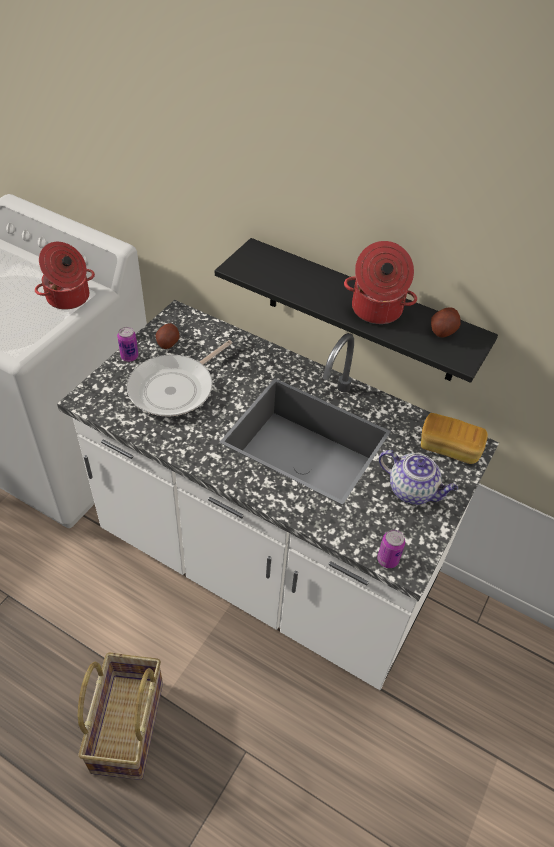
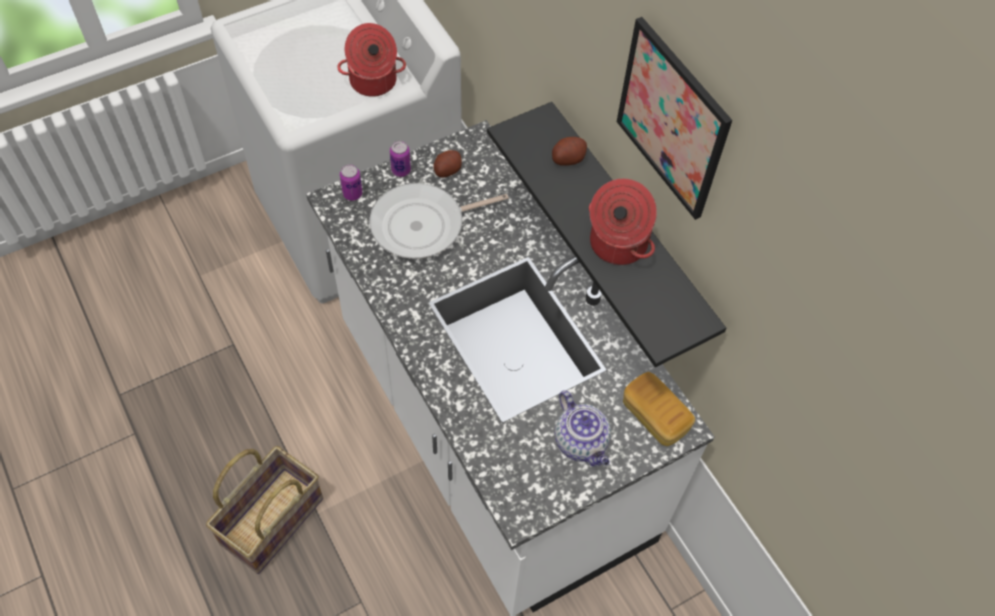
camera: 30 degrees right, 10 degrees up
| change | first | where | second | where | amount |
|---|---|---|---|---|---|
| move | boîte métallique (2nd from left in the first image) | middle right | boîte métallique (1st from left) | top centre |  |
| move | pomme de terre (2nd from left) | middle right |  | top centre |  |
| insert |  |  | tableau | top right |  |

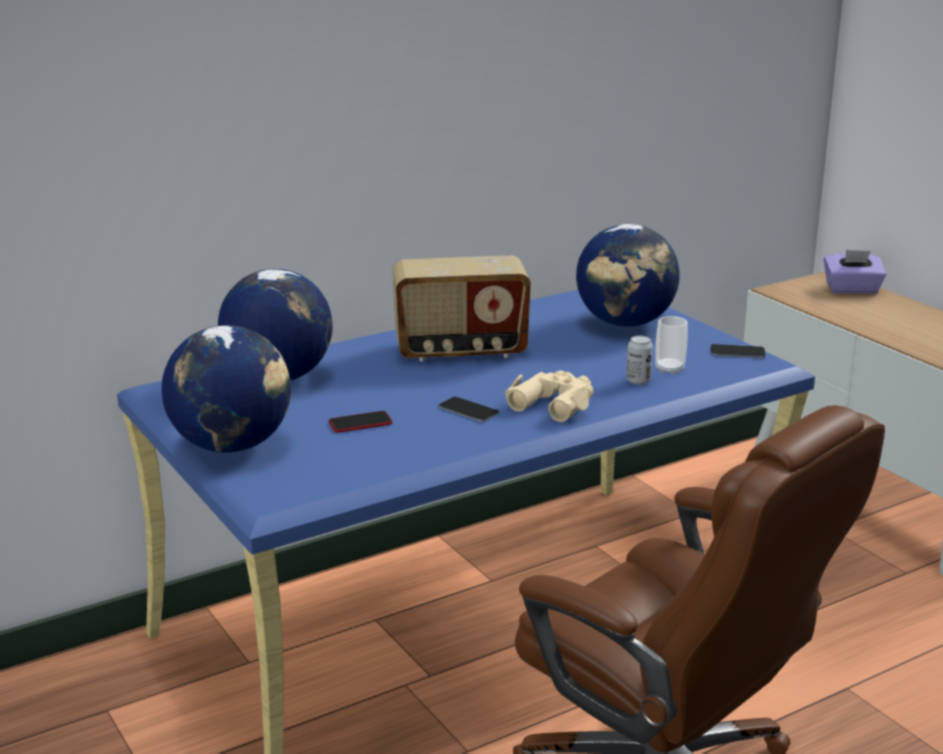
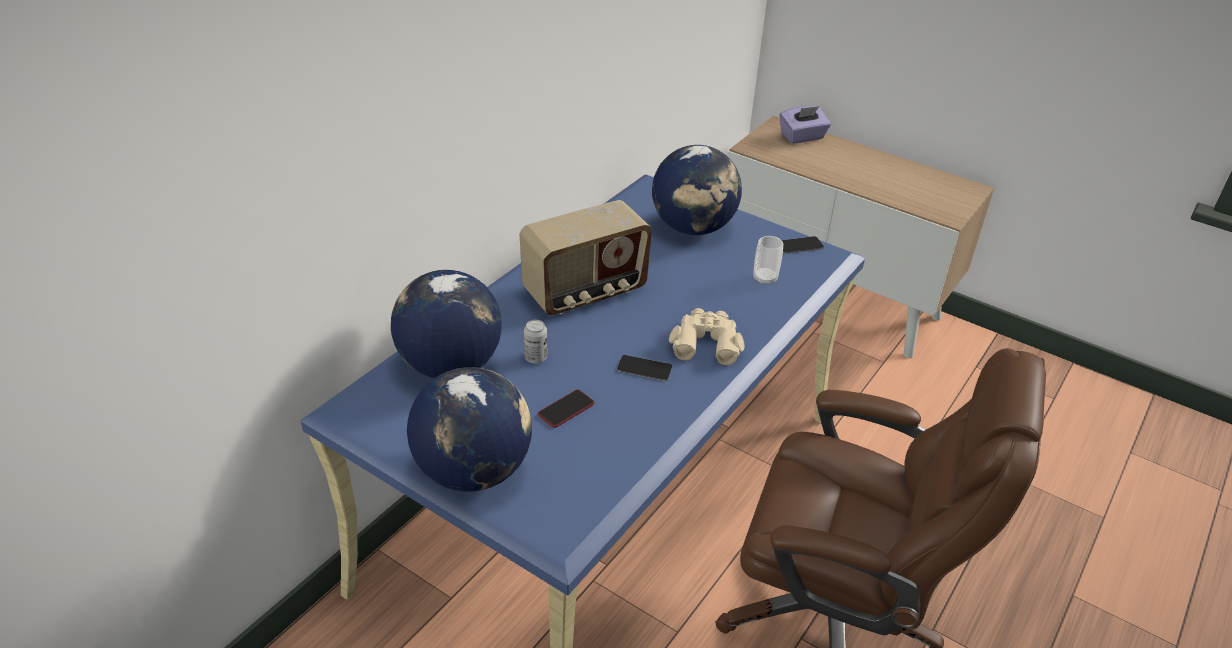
camera: 25 degrees left, 15 degrees up
| change | first | where | second | where | amount |
|---|---|---|---|---|---|
| move | boîte métallique | middle right |  | centre |  |

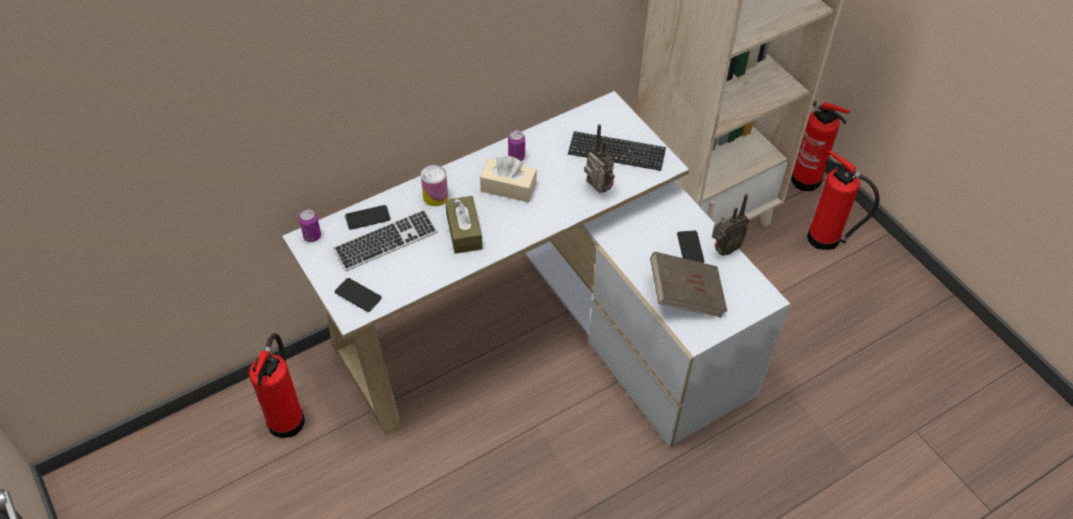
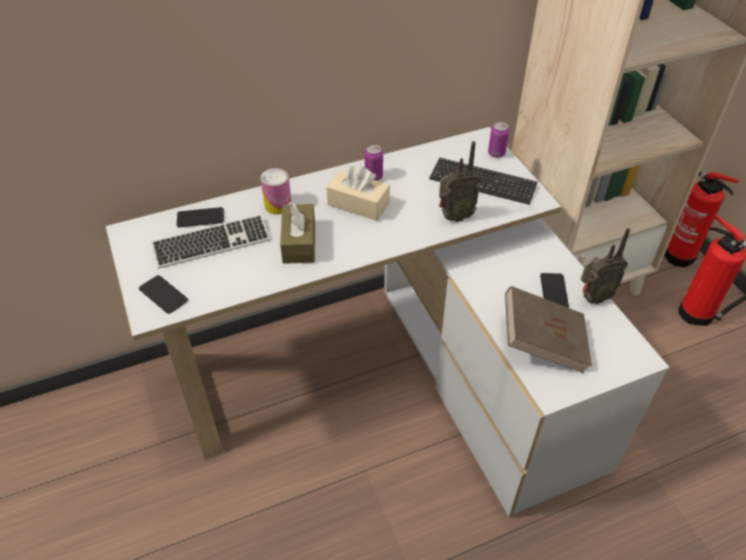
camera: 10 degrees right, 5 degrees down
| change | first | where | second | where | amount |
|---|---|---|---|---|---|
| rotate | radio (1st from left) | top centre |  | top centre | 105 degrees clockwise |
| move | boîte métallique (1st from left in the first image) | middle left | boîte métallique (3rd from left) | top right |  |
| delete | extincteur (1st from left) | bottom left |  |  |  |

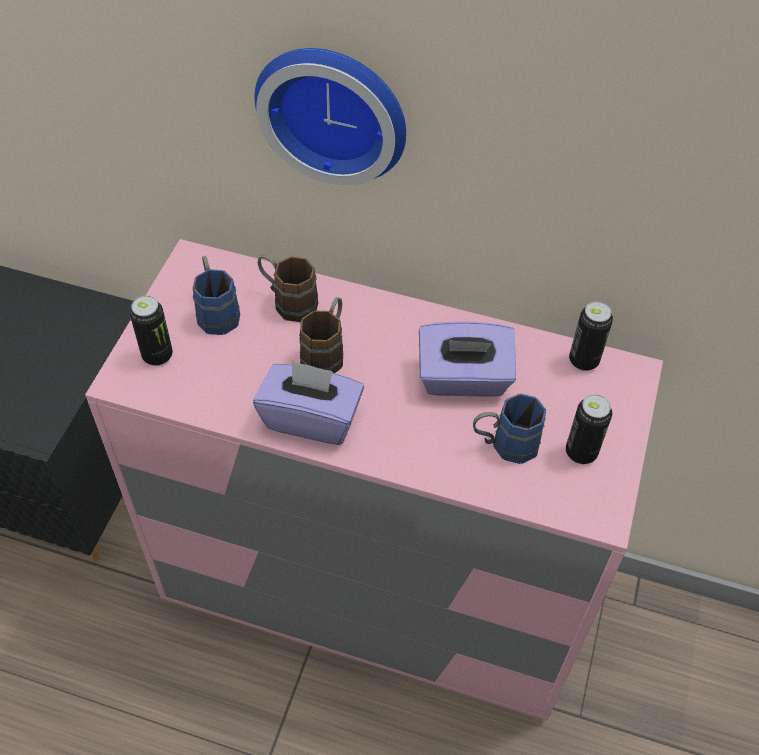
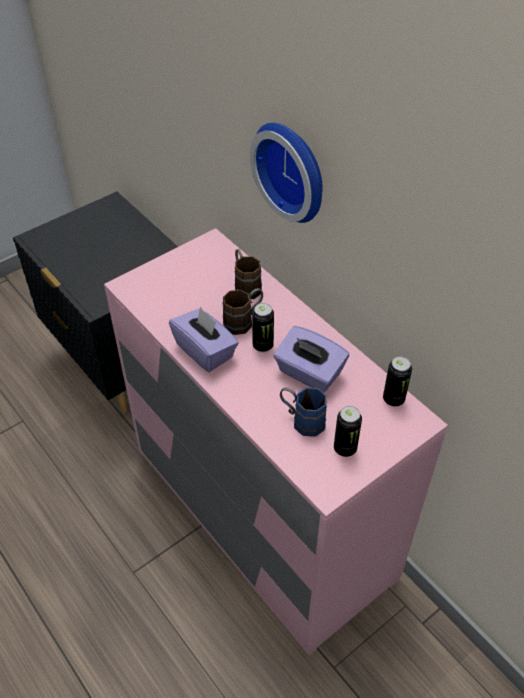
camera: 35 degrees right, 5 degrees down
| change | first | where | second | where | amount |
|---|---|---|---|---|---|
| move | boîte métallique (1st from left) | middle left |  | centre |  |
| delete | mug/bleu (1st from left) | middle left |  |  |  |

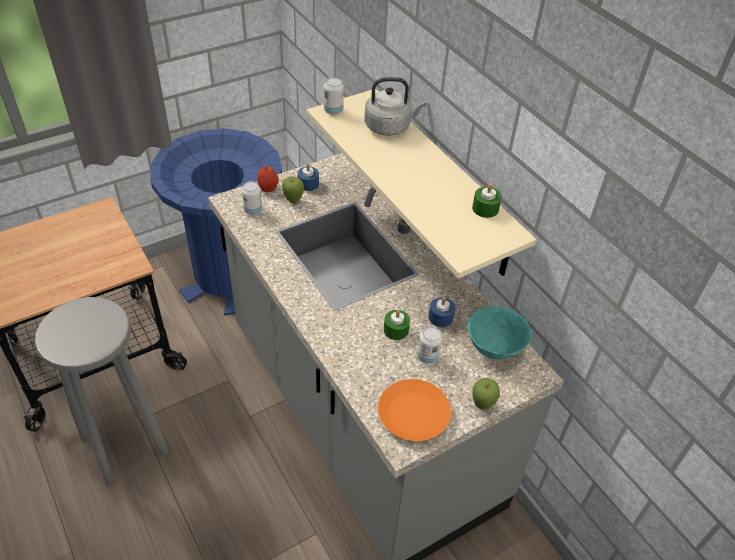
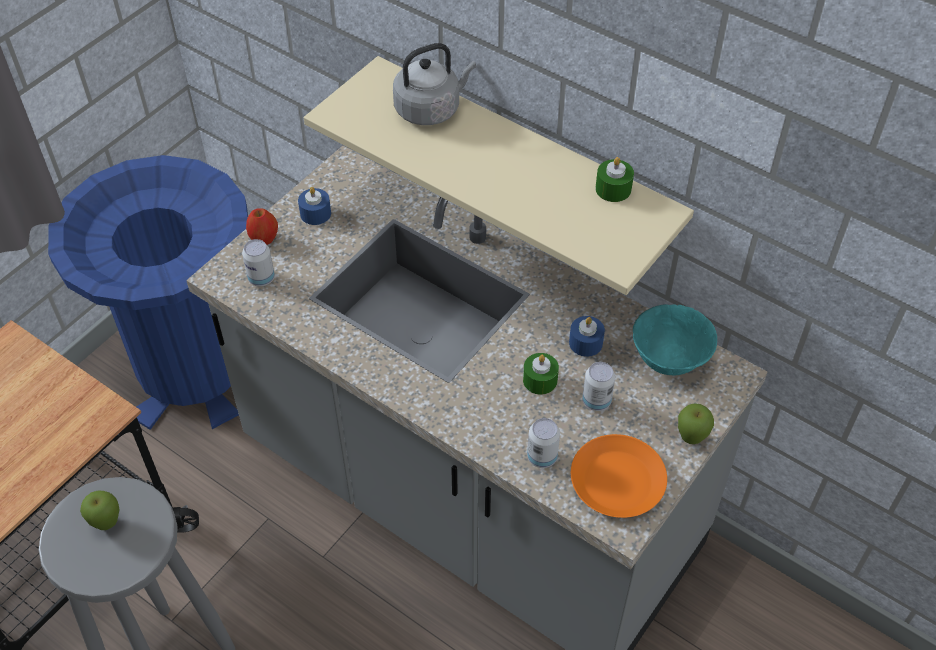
camera: 20 degrees left, 5 degrees up
| change | first | where | second | where | amount |
|---|---|---|---|---|---|
| move | pomme (2nd from left in the first image) | centre | pomme (1st from left) | bottom left |  |
| move | boîte métallique (2nd from left) | top centre |  | bottom centre |  |

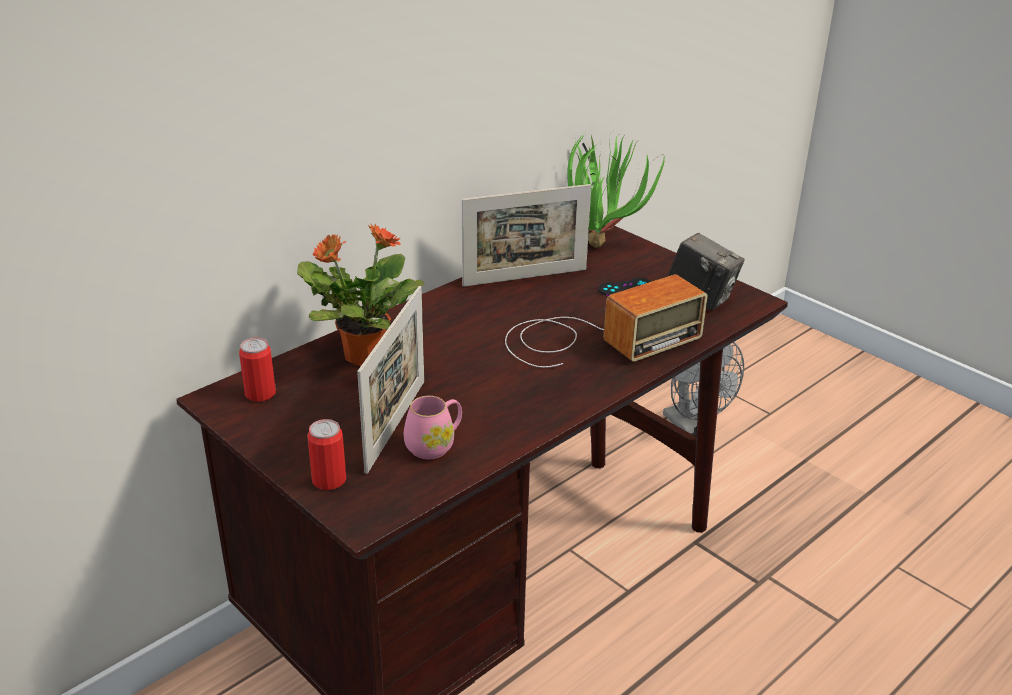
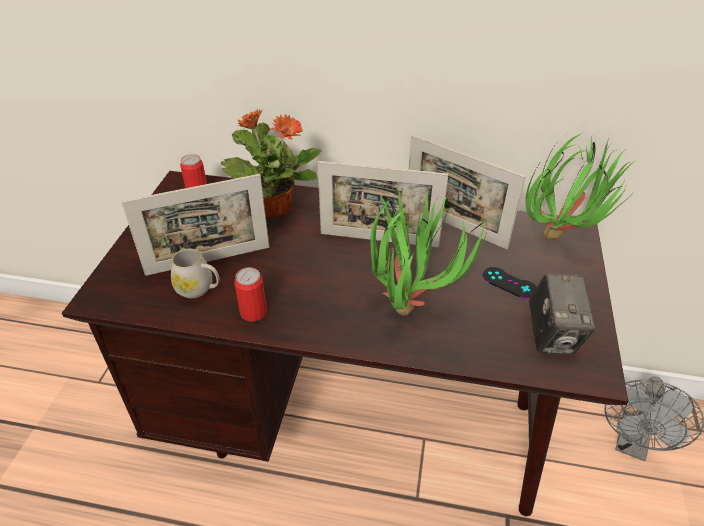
camera: 55 degrees right, 10 degrees up
| change | first | where | second | where | amount |
|---|---|---|---|---|---|
| recolor | mug/rose | centre | mug/blanc | middle left |  |
| move | boîte métallique (2nd from left) | middle left |  | centre |  |
| insert |  |  | cadre photo (2nd from left) | centre |  |
| replace | radio | centre | plante en pot (2nd from left) | centre |  |

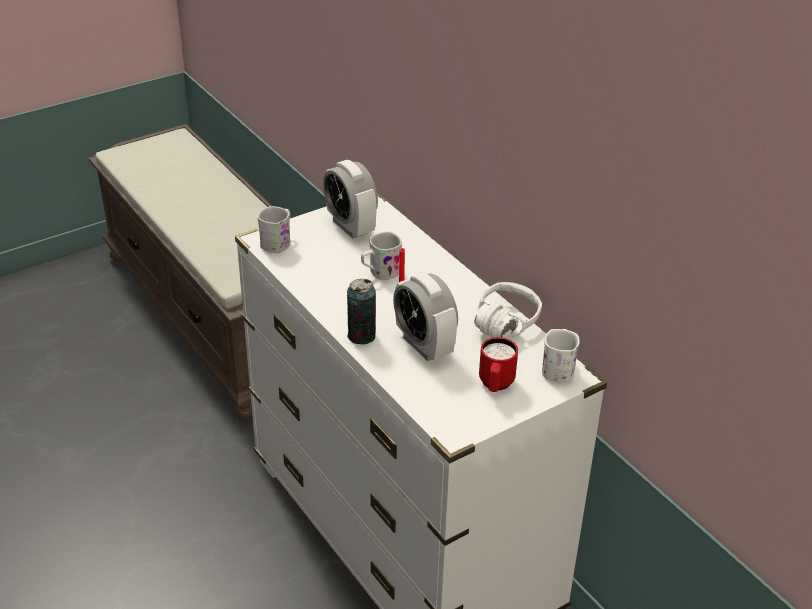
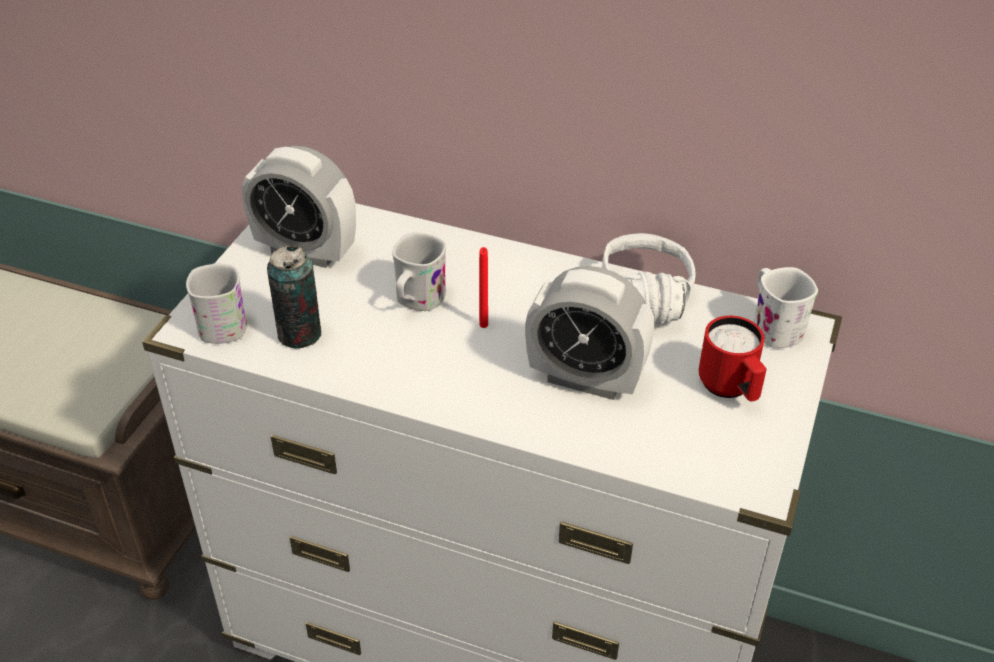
camera: 35 degrees left, 5 degrees up
| change | first | where | second | where | amount |
|---|---|---|---|---|---|
| move | boîte métallique | centre |  | middle left |  |

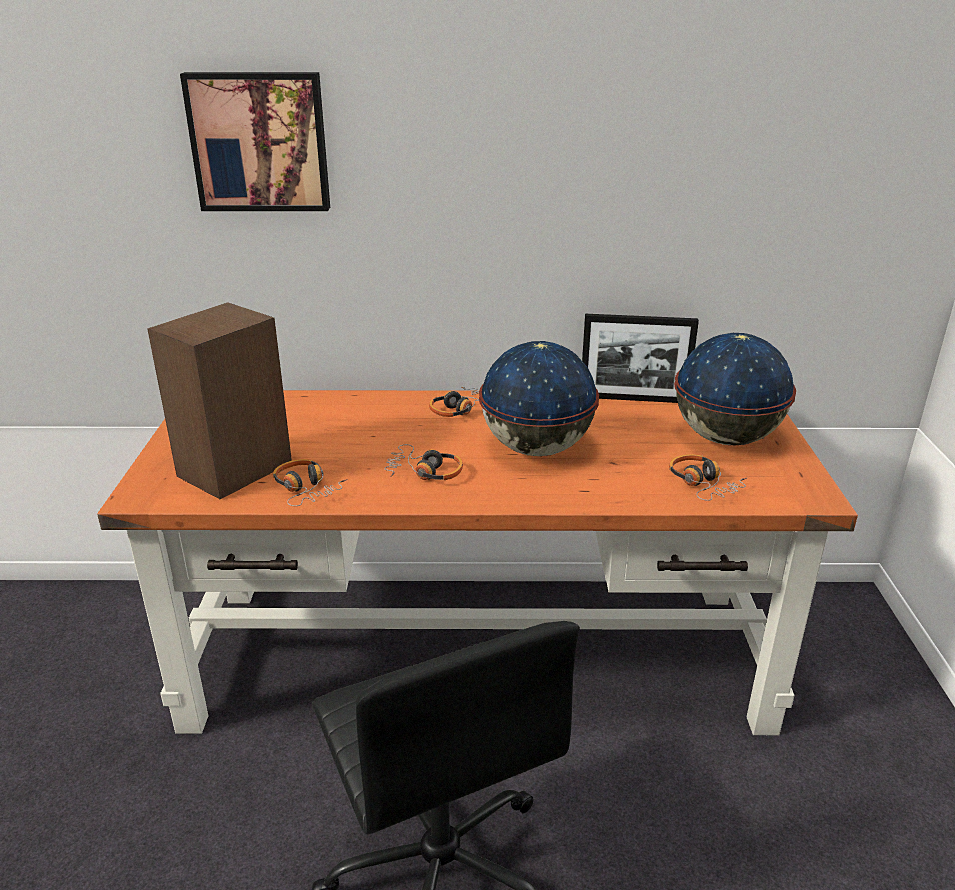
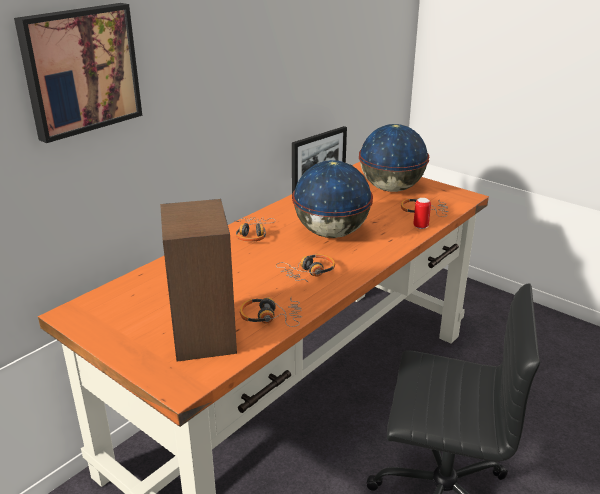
camera: 50 degrees left, 0 degrees up
| change | first | where | second | where | amount |
|---|---|---|---|---|---|
| insert |  |  | boîte métallique | middle right |  |

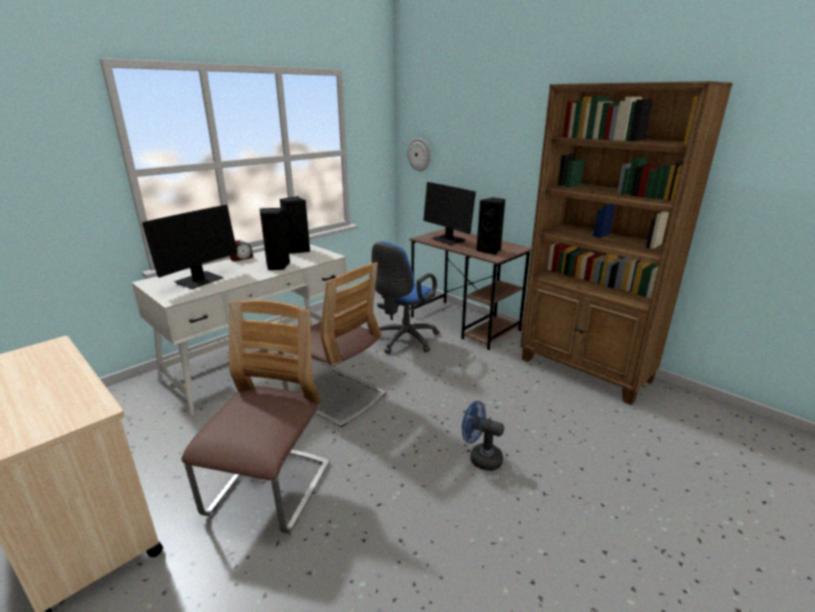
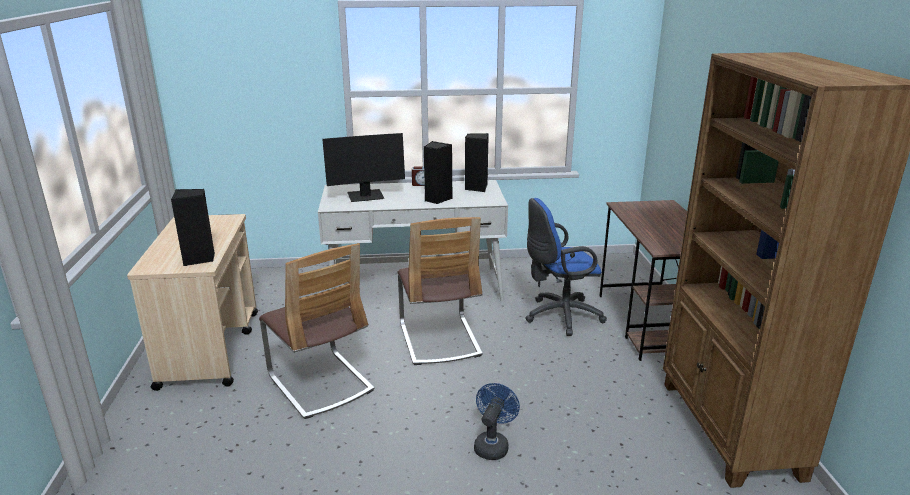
camera: 40 degrees right, 0 degrees up
| change | first | where | second | where | amount |
|---|---|---|---|---|---|
| move | enceinte/noir (3rd from left in the first image) | centre | enceinte/noir (1st from left) | middle left |  |
| rotate | chaise (1st from left) | bottom left |  | bottom centre | 90 degrees clockwise |
| rotate | ventilateur/bleu | bottom centre |  | bottom centre | 45 degrees clockwise |
| delete | horloge murale | top centre |  |  |  |
| delete | écran d'ordinateur (2nd from left) | centre |  |  |  |

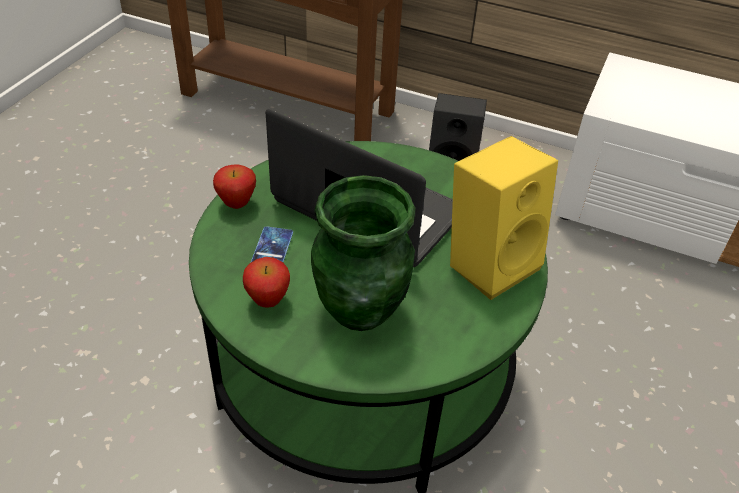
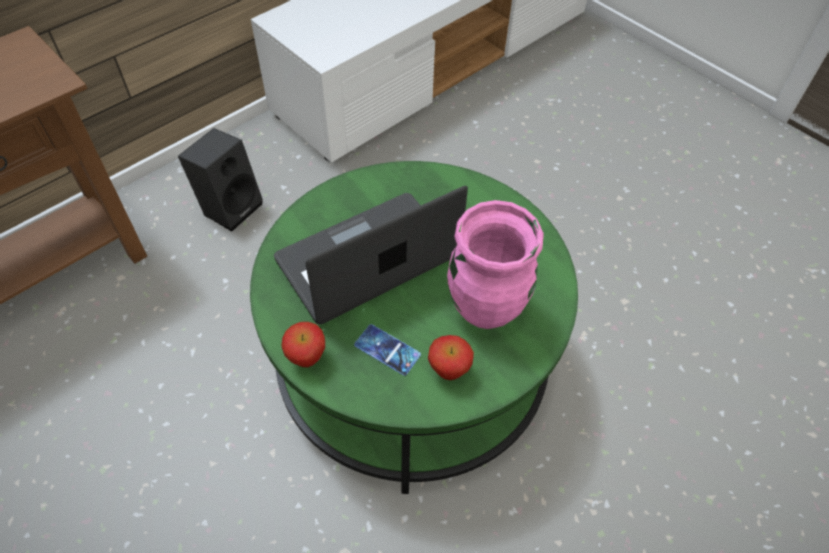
camera: 65 degrees left, 10 degrees up
| change | first | where | second | where | amount |
|---|---|---|---|---|---|
| recolor | vase/vert | centre | vase/rose | centre |  |
| delete | enceinte/jaune | middle right |  |  |  |

